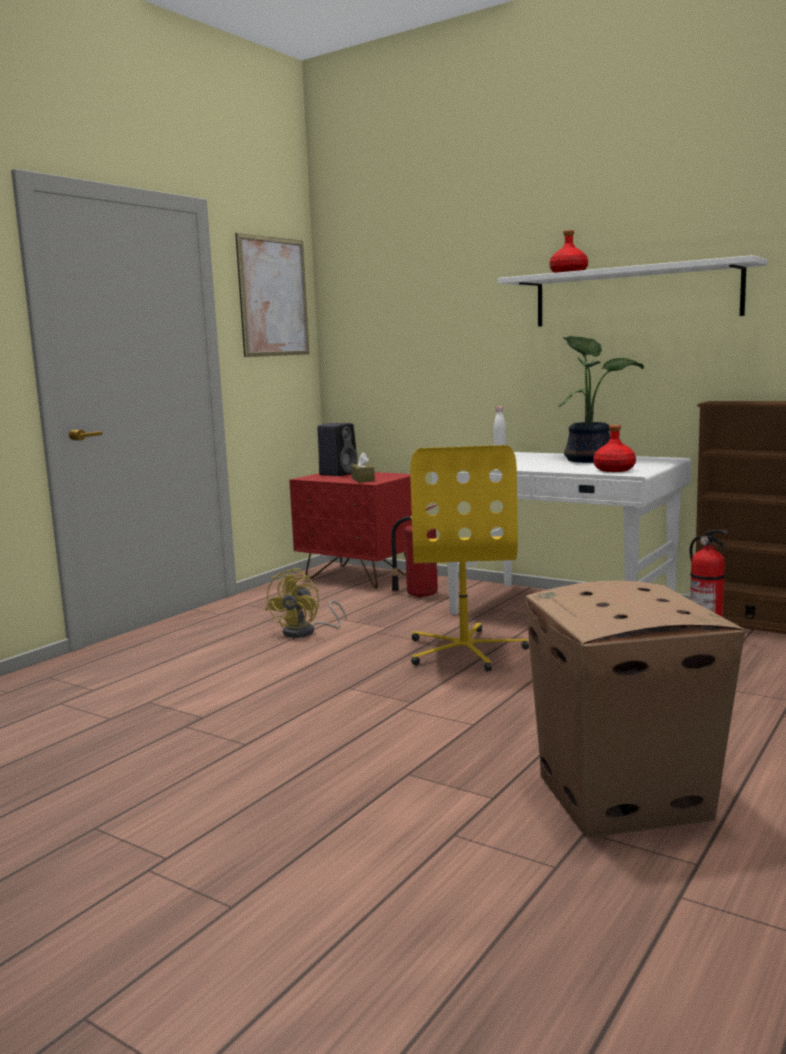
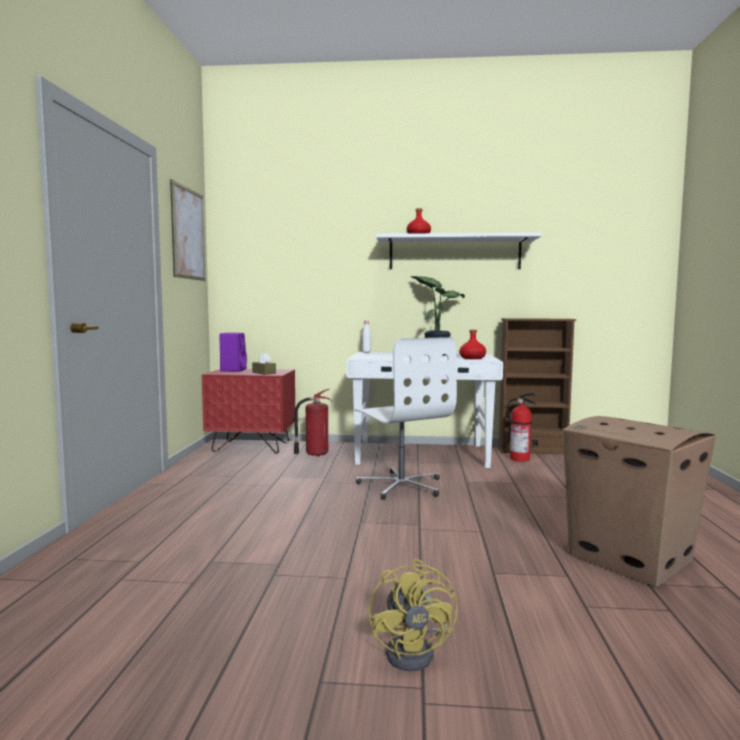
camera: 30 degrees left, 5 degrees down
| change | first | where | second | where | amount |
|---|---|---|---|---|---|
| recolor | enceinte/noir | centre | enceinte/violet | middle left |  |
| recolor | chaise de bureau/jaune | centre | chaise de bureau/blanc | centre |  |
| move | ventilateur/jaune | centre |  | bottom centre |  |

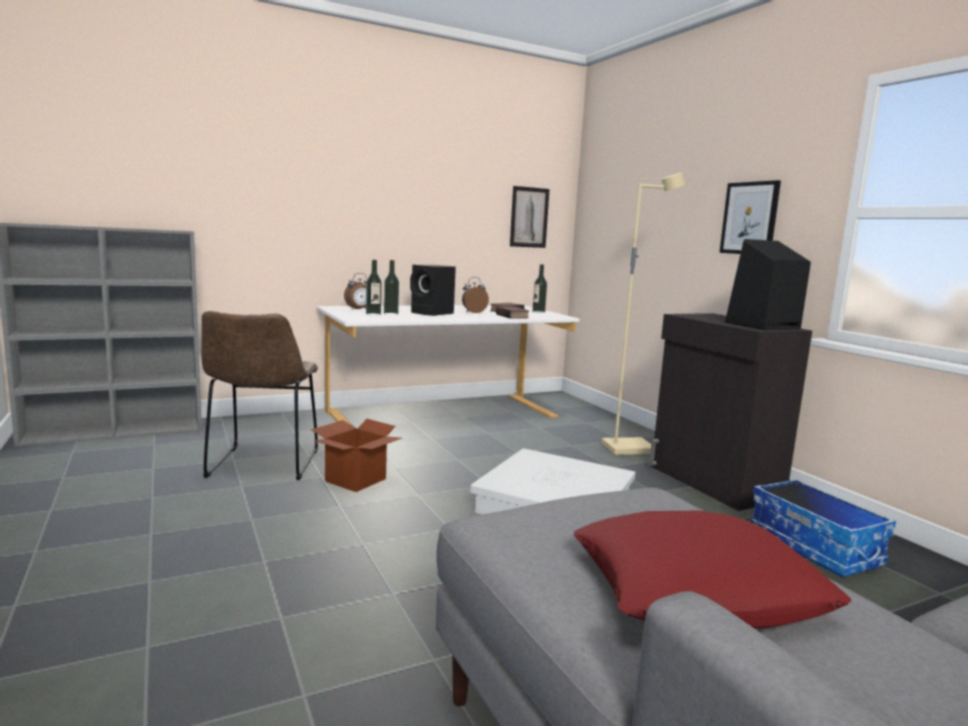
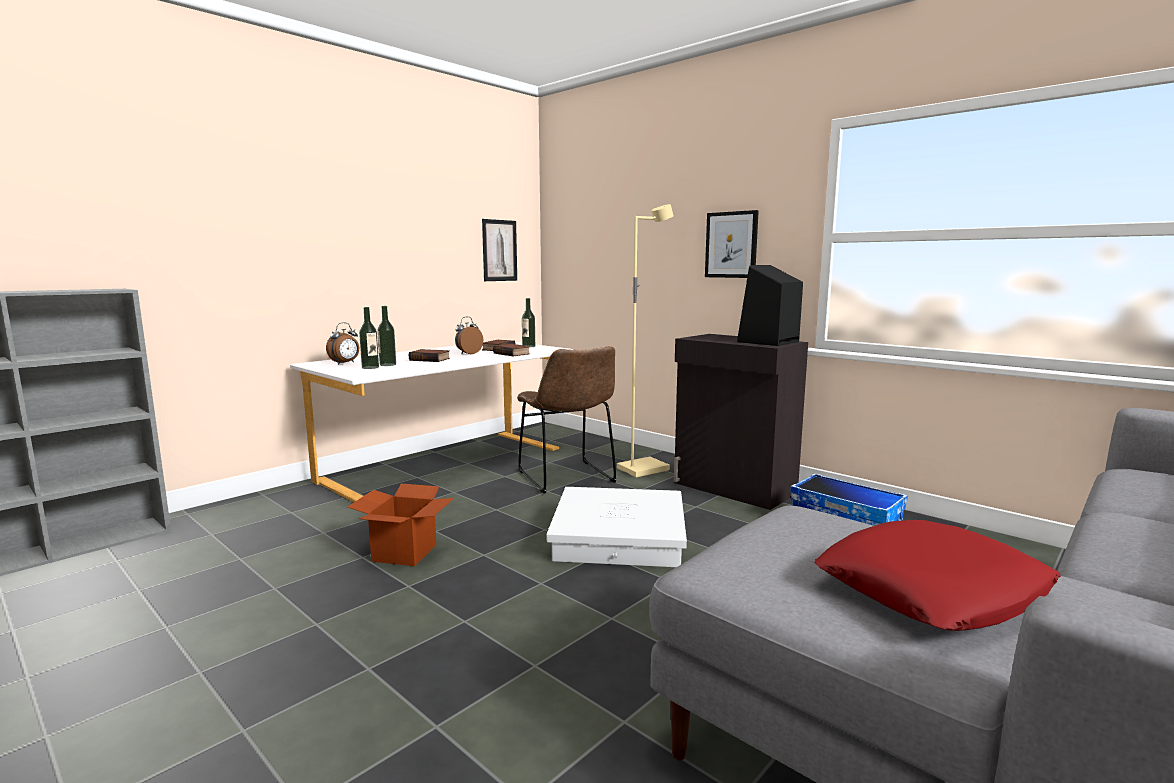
camera: 20 degrees left, 0 degrees up
| change | first | where | second | where | amount |
|---|---|---|---|---|---|
| replace | enceinte/noir (1st from left) | centre | livre (1st from left) | centre |  |
| move | chaise/marron | middle left |  | centre |  |

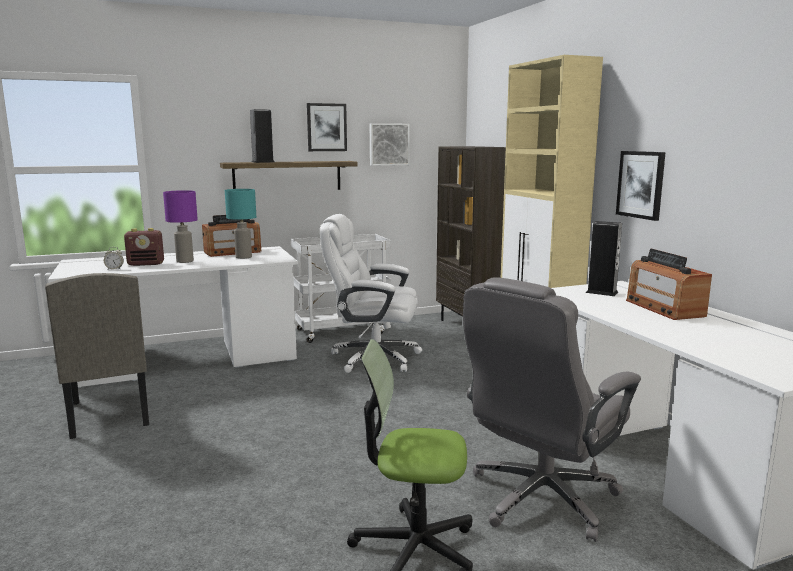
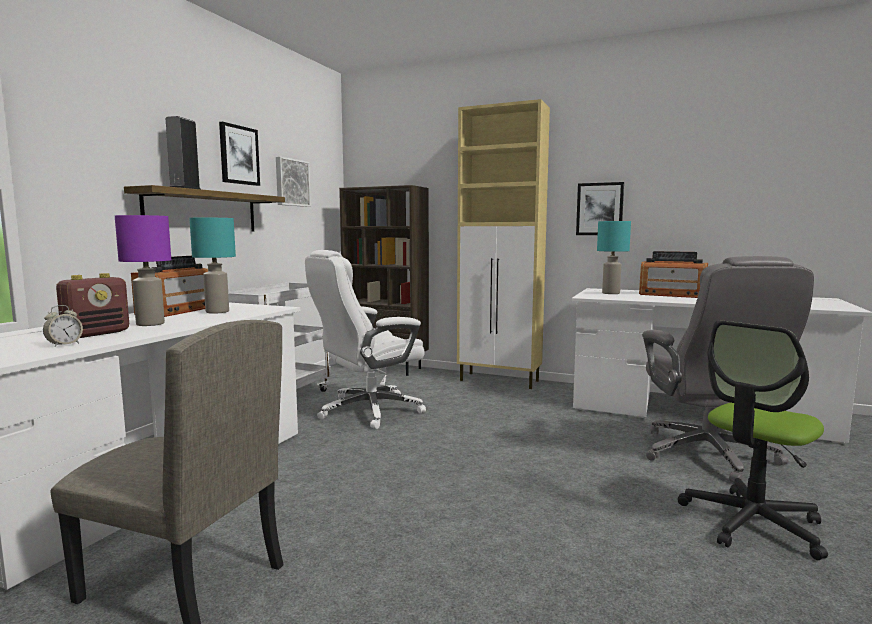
camera: 45 degrees left, 5 degrees down
| change | first | where | second | where | amount |
|---|---|---|---|---|---|
| replace | enceinte (2nd from left) | middle right | lampe de table/turquoise (2nd from left) | middle right |  |

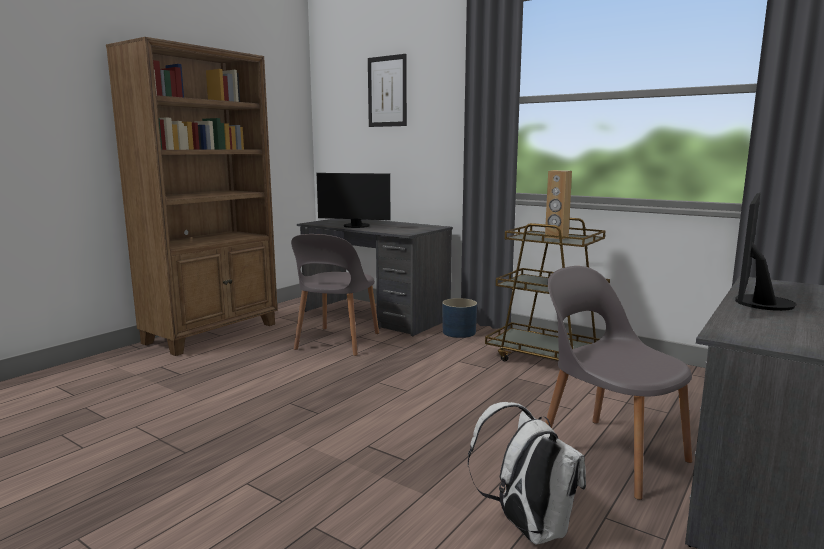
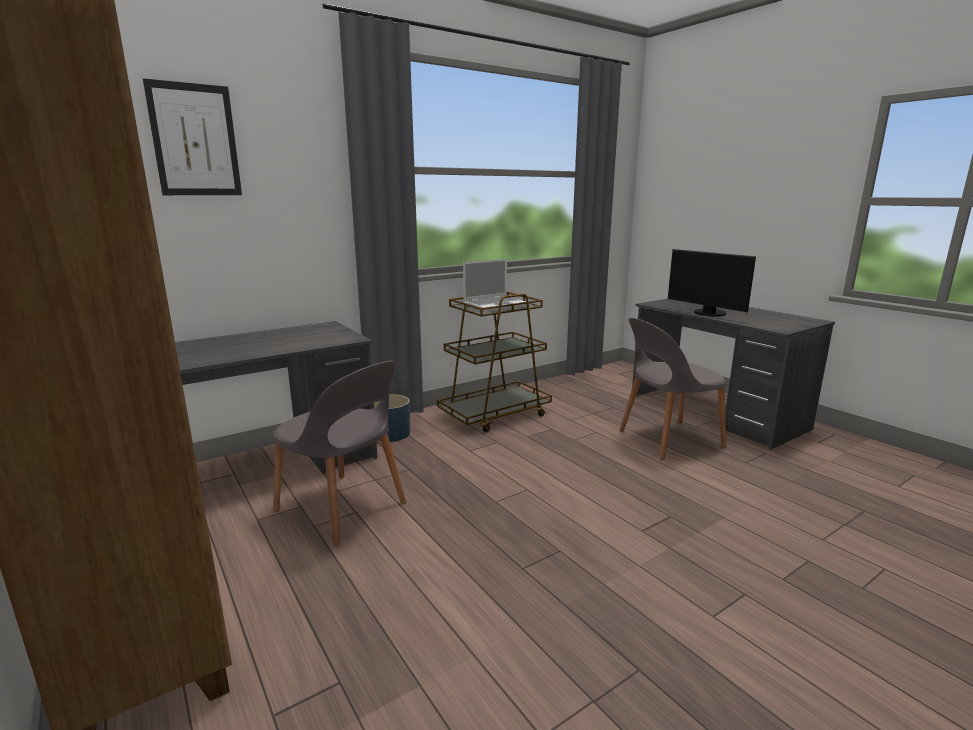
camera: 70 degrees left, 5 degrees up
| change | first | where | second | where | amount |
|---|---|---|---|---|---|
| replace | enceinte/marron | middle right | ordinateur portable | centre |  |
| delete | écran d'ordinateur (1st from left) | centre |  |  |  |
| delete | sac à dos/blanc | bottom centre |  |  |  |

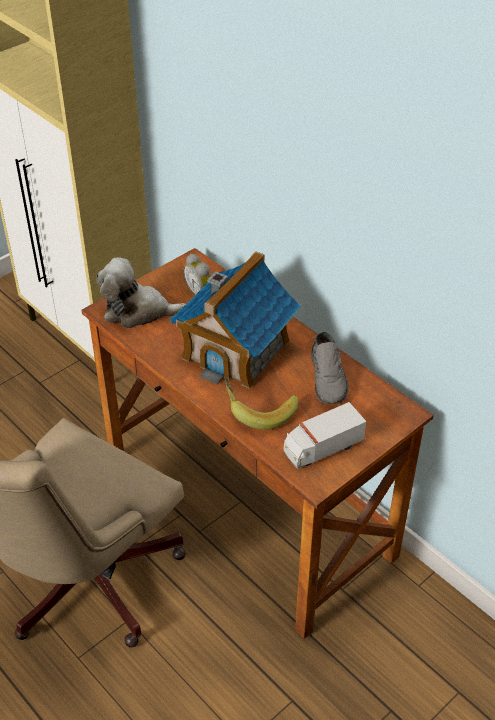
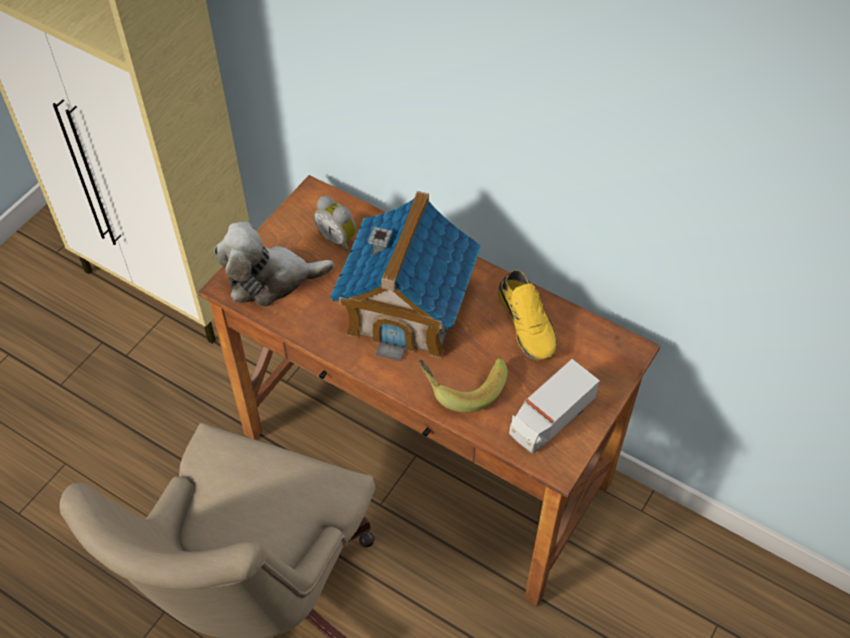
camera: 15 degrees left, 10 degrees up
| change | first | where | second | where | amount |
|---|---|---|---|---|---|
| recolor | chaussure/gris | middle right | chaussure/jaune | centre |  |

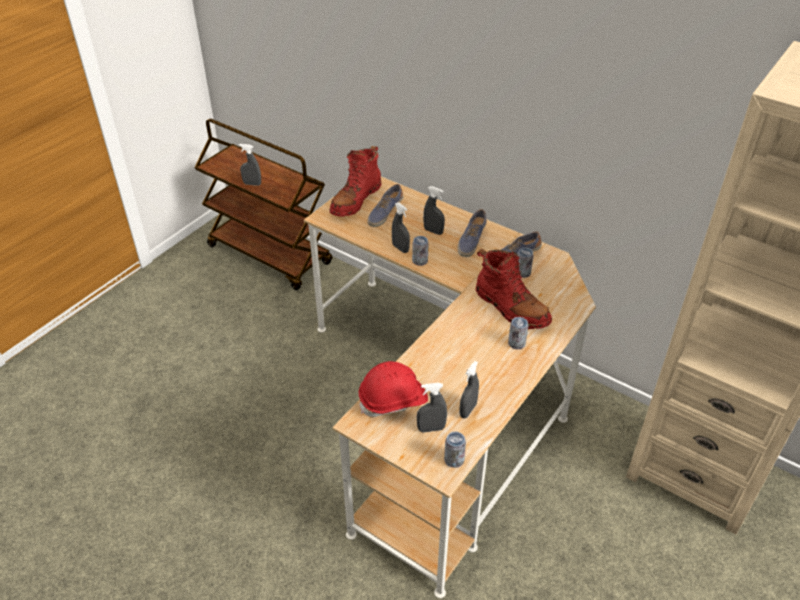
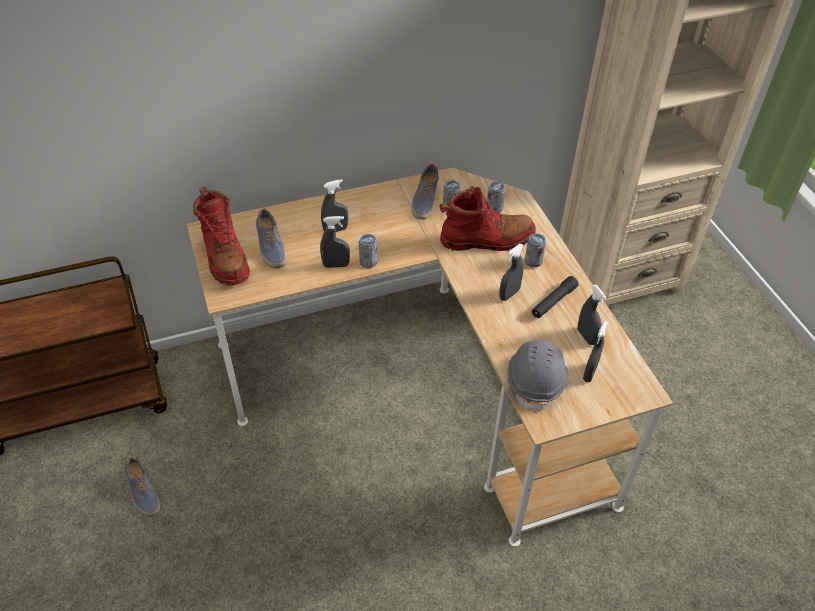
camera: 55 degrees left, 5 degrees up
| change | first | where | second | where | amount |
|---|---|---|---|---|---|
| move | chaussure (2nd from left in the first image) | centre | chaussure (1st from left) | bottom left |  |
| move | boîte métallique (2nd from left in the first image) | bottom centre | boîte métallique (3rd from left) | top centre |  |
| move | vaporisateur/gris (1st from left in the first image) | top left | vaporisateur/gris (3rd from left) | centre |  |
| recolor | casque de chantier/rouge | centre | casque de chantier/gris | centre |  |
| insert |  |  | lampe de poche/noir | middle right |  |

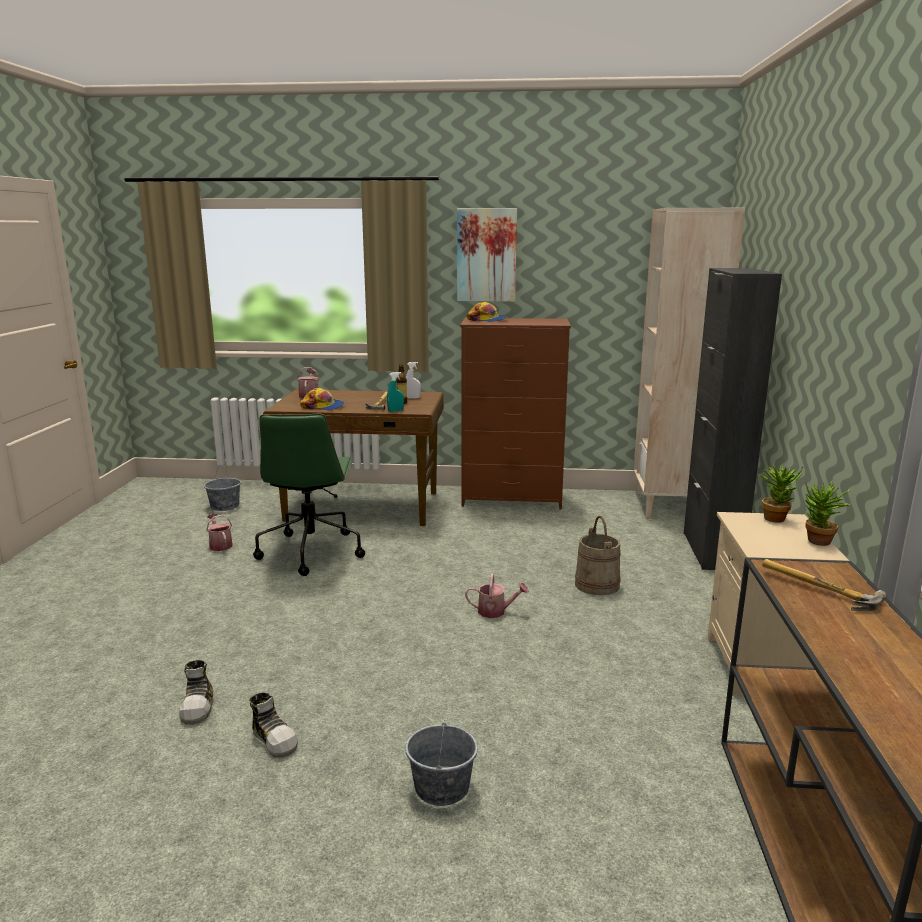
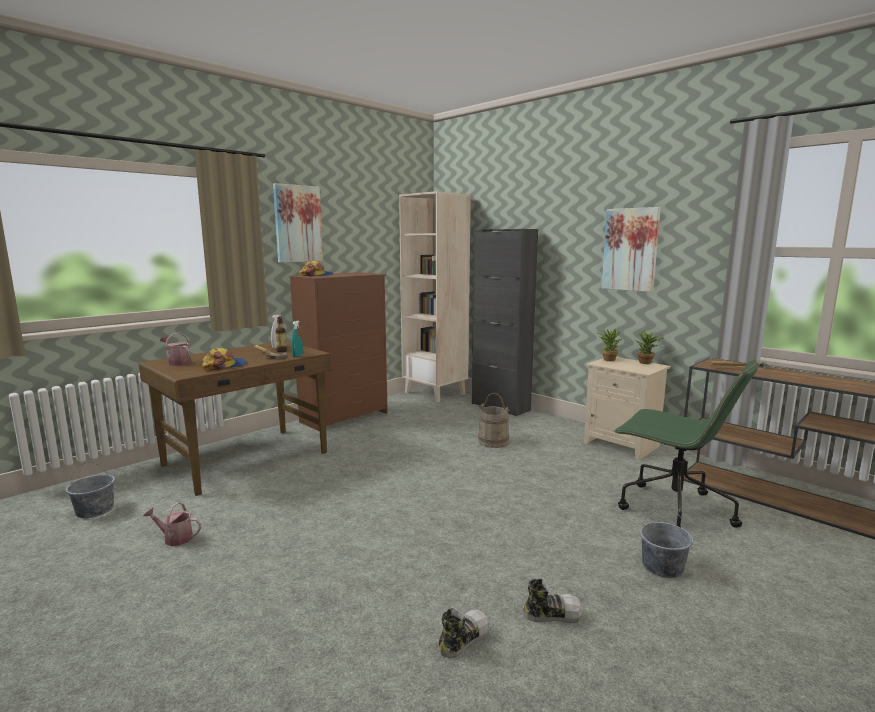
camera: 50 degrees left, 5 degrees down
| change | first | where | second | where | amount |
|---|---|---|---|---|---|
| rotate | chaussure (1st from left) | bottom left |  | bottom centre | 75 degrees counterclockwise |
| insert |  |  | tableau (2nd from left) | middle right |  |
| move | chaise de bureau/vert | centre |  | middle right |  |
| delete | arrosoir (3rd from left) | centre |  |  |  |

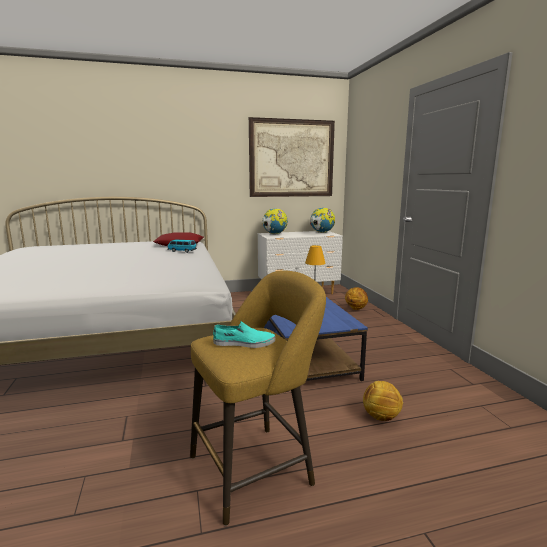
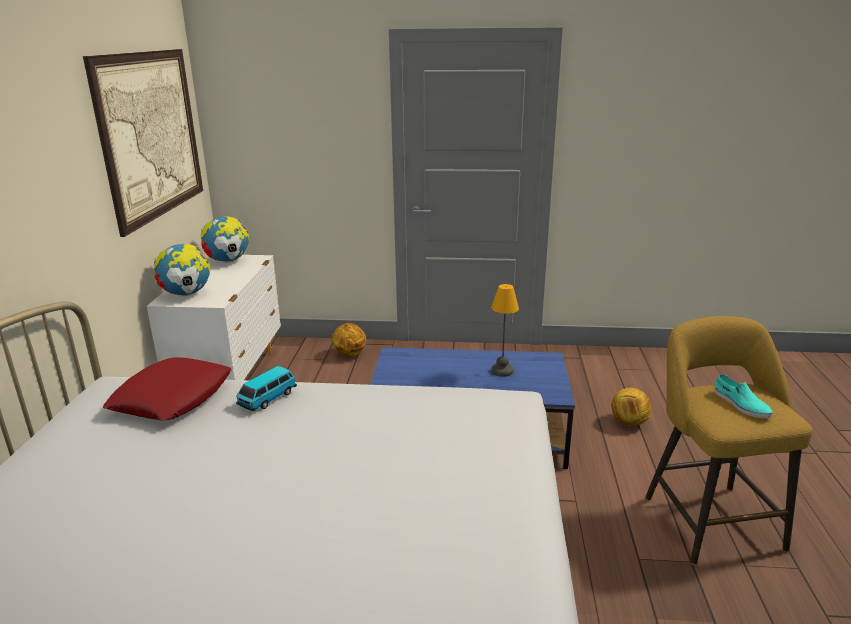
camera: 70 degrees left, 10 degrees up
| change | first | where | second | where | amount |
|---|---|---|---|---|---|
| rotate | chaussure/turquoise | centre |  | middle right | 135 degrees clockwise |

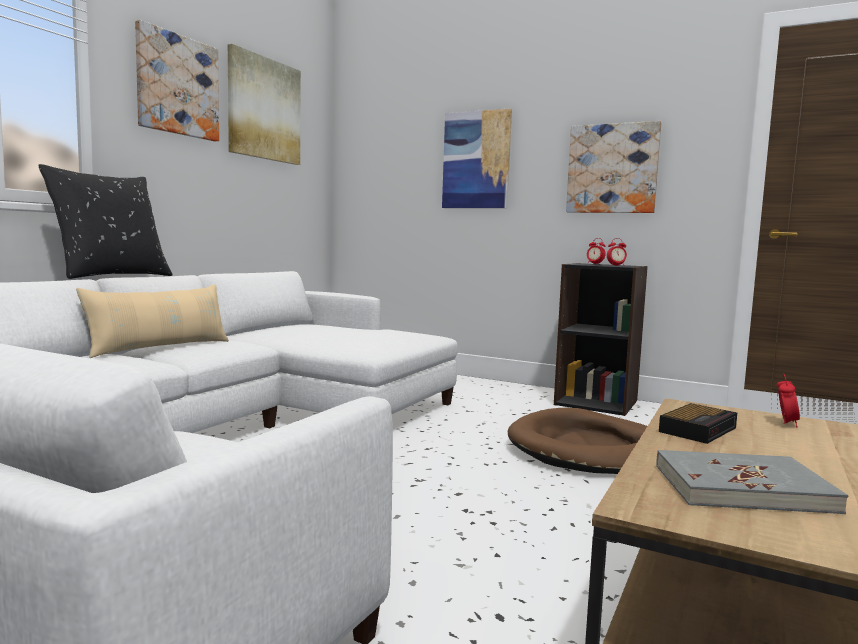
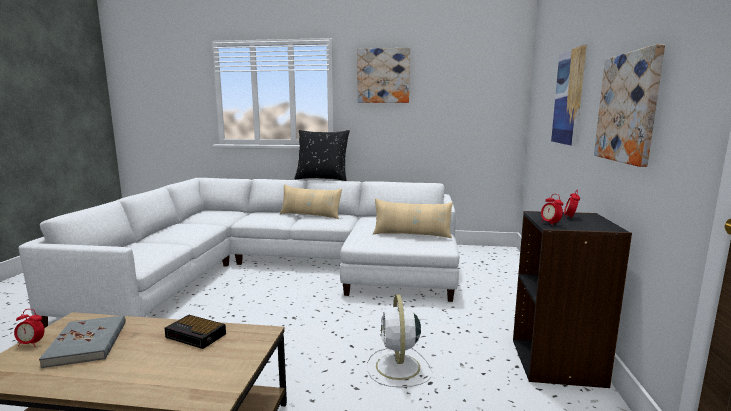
camera: 70 degrees right, 5 degrees up
| change | first | where | second | where | amount |
|---|---|---|---|---|---|
| move | réveil (4th from left in the first image) | middle right | réveil (1st from left) | bottom left |  |
| replace | panier pour chien/marron | bottom right | ventilateur/blanc | bottom centre |  |
| insert |  |  | coussin/beige (2nd from left) | centre |  |
| delete | tableau (2nd from left) | top left |  |  |  |

